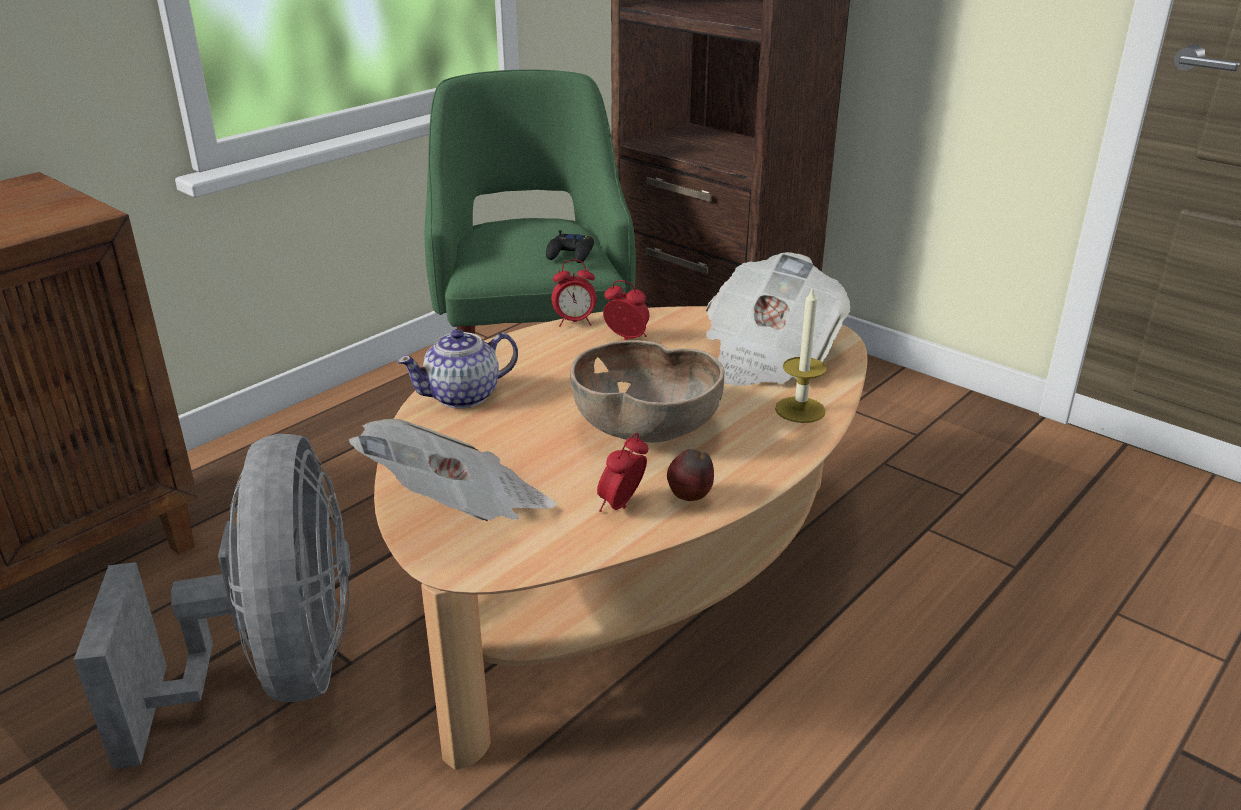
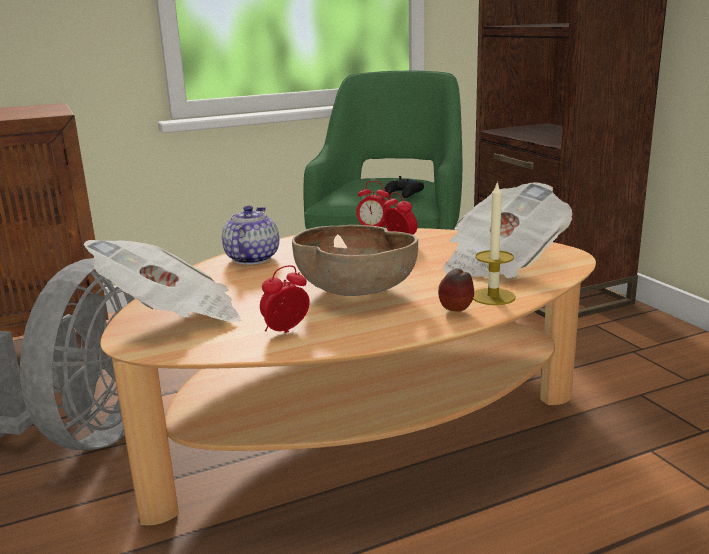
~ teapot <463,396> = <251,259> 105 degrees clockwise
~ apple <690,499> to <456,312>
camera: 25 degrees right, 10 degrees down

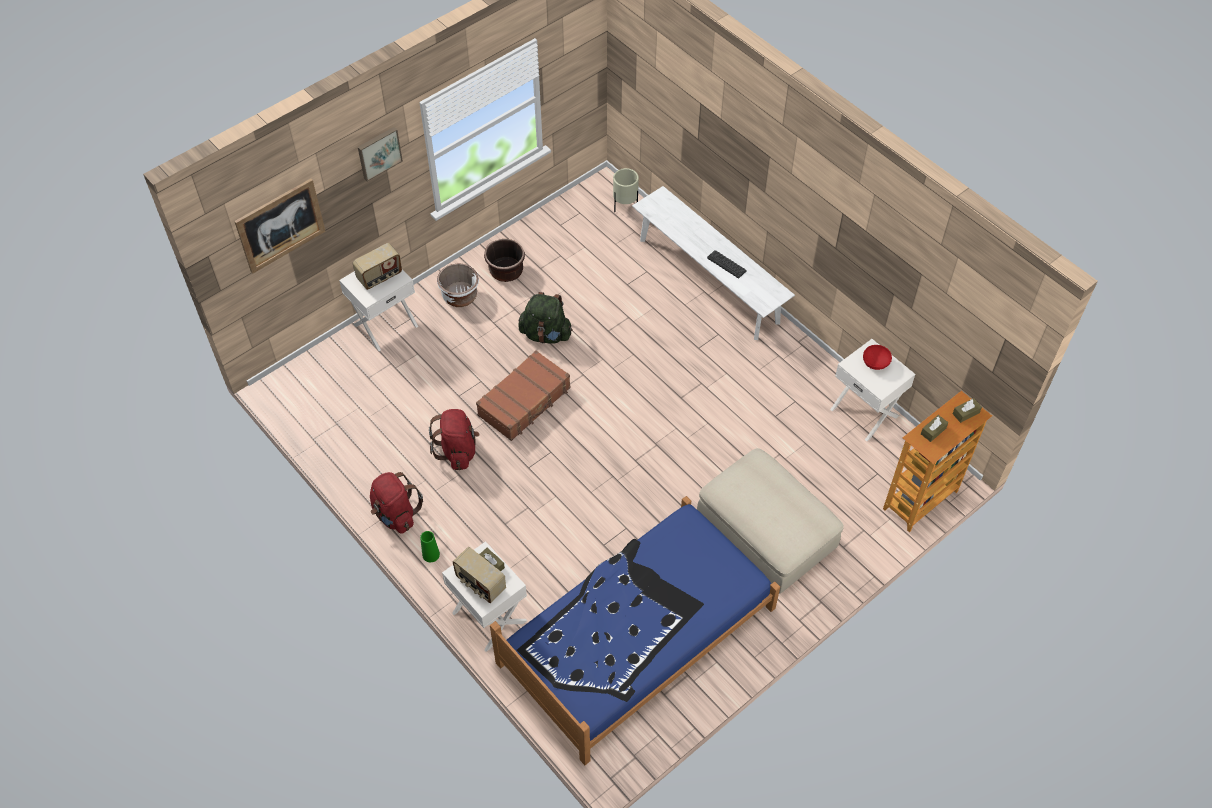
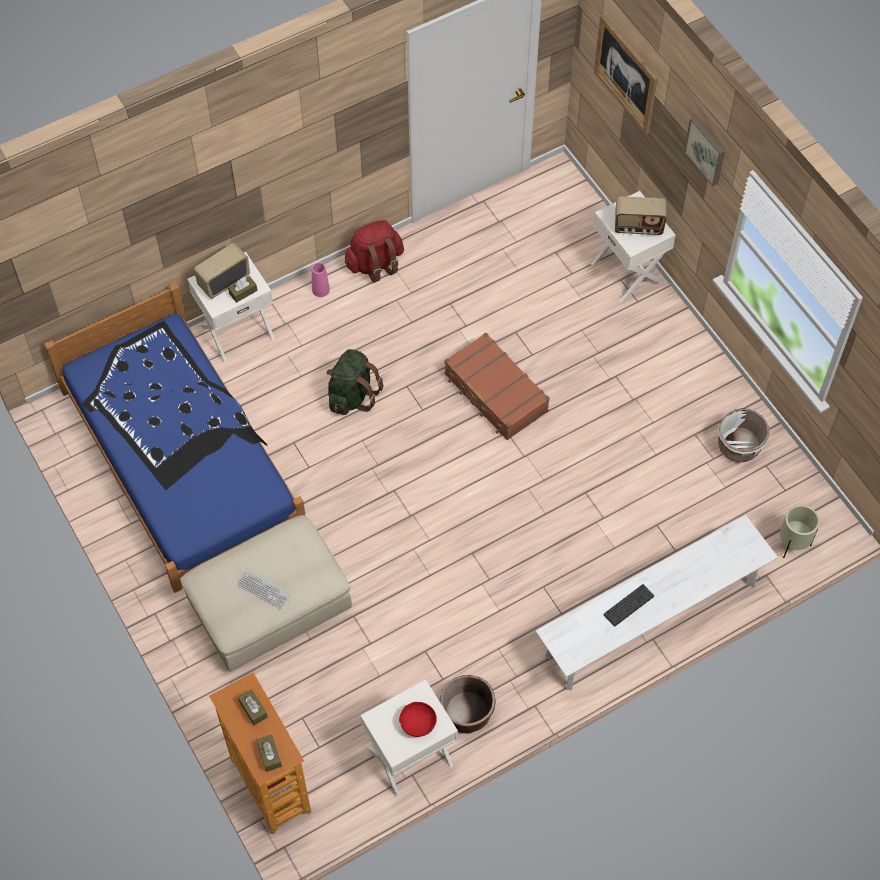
~ radio <380,277> = <638,227> 60 degrees counterclockwise
~ green vase <431,554> to pink vase <320,289>
- red backpack <458,450>
~ white planter <460,296> to <738,446>
~ brown planter <506,271> to <467,713>
~ green backpack <546,334> to <352,395>
+ keyboard <263,590>
camera: 100 degrees right, 5 degrees up

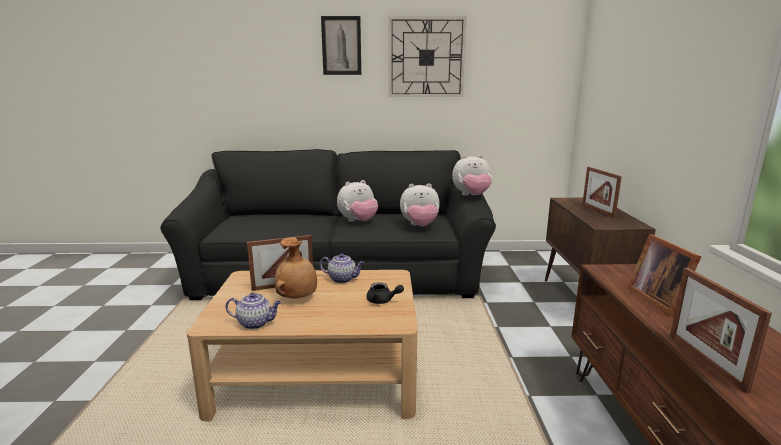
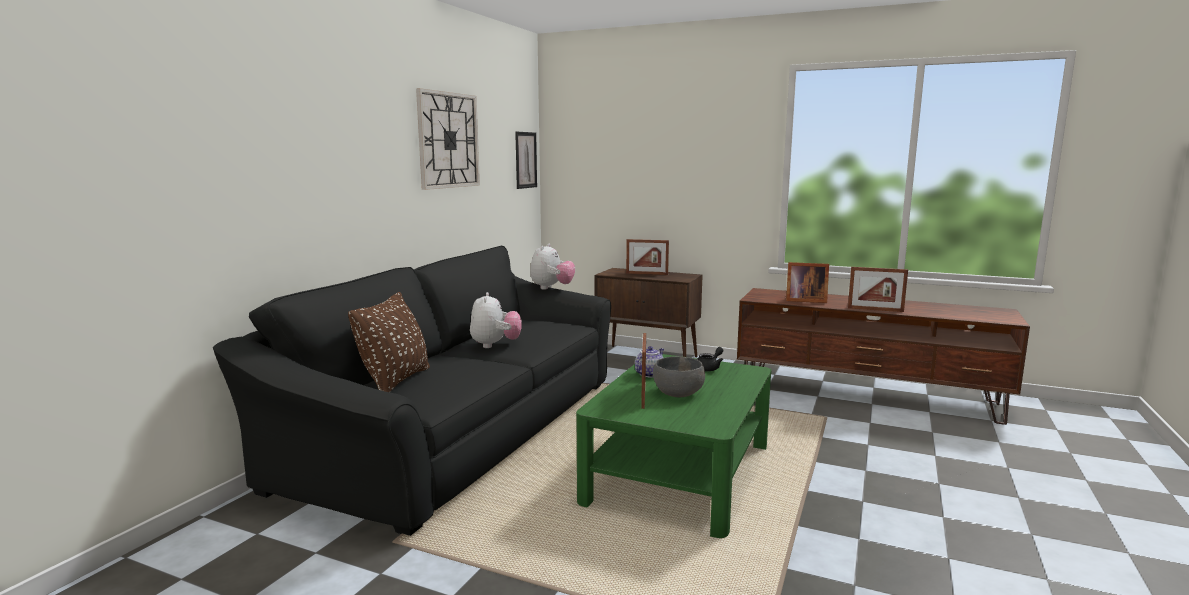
~ beige coffee table <317,374> to green coffee table <679,472>
- teapot <256,323>
~ brown vase <297,298> to grey bowl <678,393>
~ picture <341,46> to <525,160>
- plush toy <420,226>
+ brown pillow <395,381>
camera: 65 degrees left, 5 degrees down

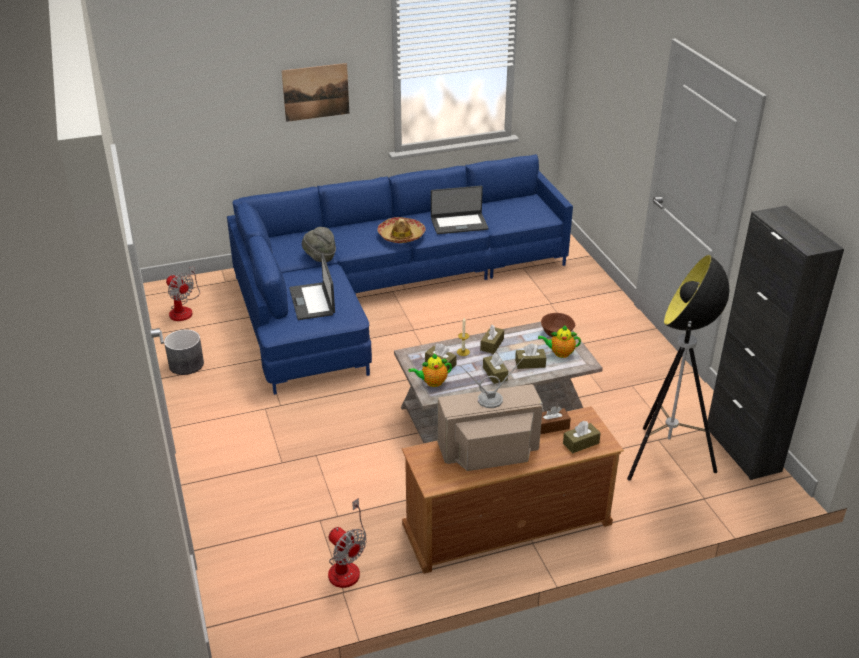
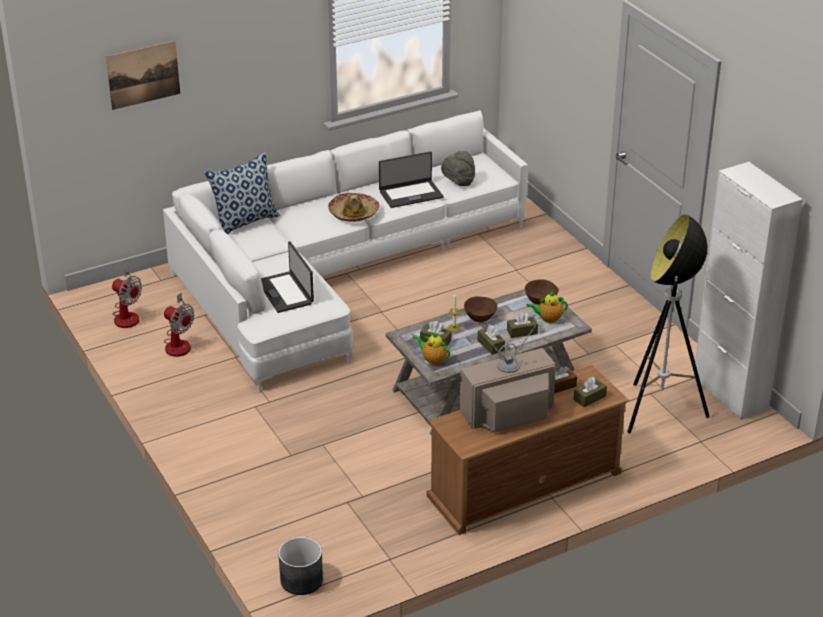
~ grey planter <186,365> to <301,580>
~ blue sofa <380,291> to white sofa <334,274>
~ picture <316,92> to <143,75>
~ grey hat <320,257> to <458,182>
~ fan <346,565> to <179,343>
~ teapot <432,382> = <433,360> 60 degrees clockwise
~ brown tissue box <492,344> to brown bowl <480,317>
~ black cabinet <743,449> to white cabinet <730,393>
+ pillow <245,221>
camera: 10 degrees left, 0 degrees up

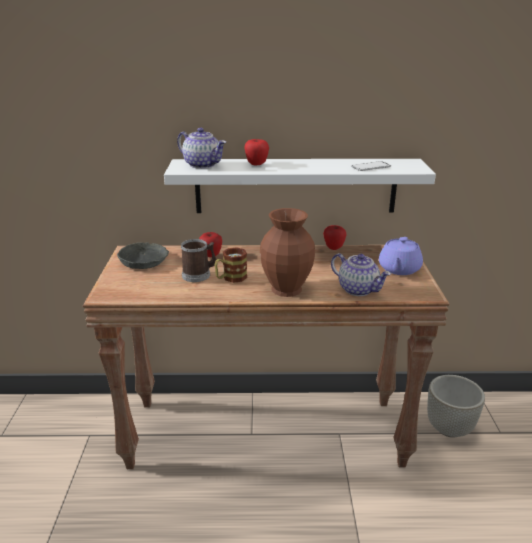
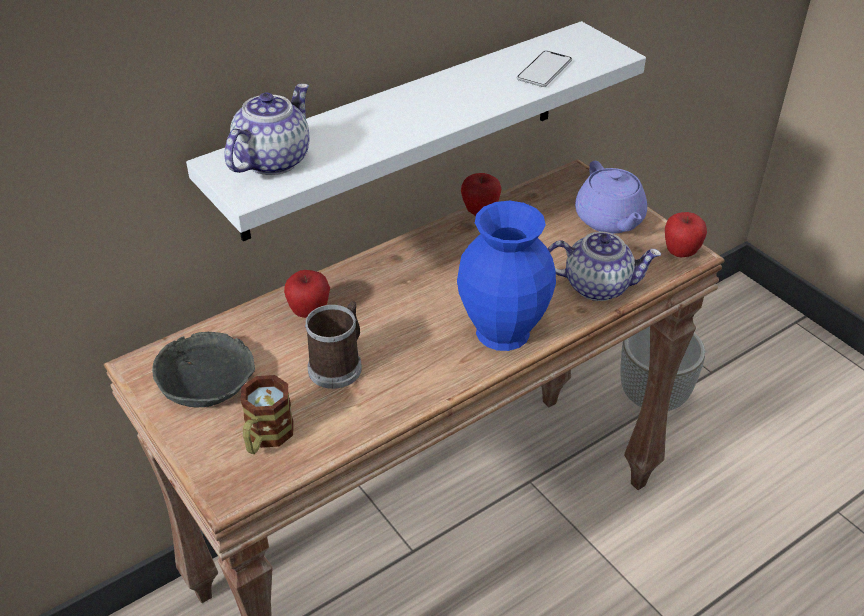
~ teapot <203,165> = <272,160> 60 degrees counterclockwise
~ mug <230,278> to <266,437>
~ apple <256,164> to <680,253>
~ brown vase <286,288> to blue vase <501,331>
camera: 35 degrees left, 15 degrees up

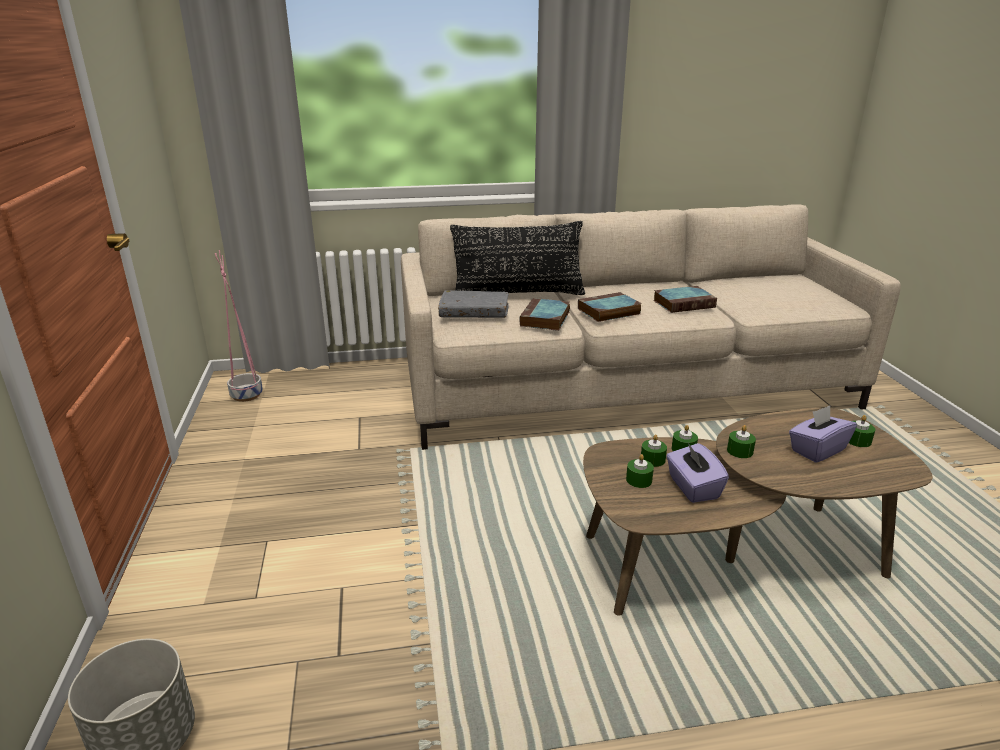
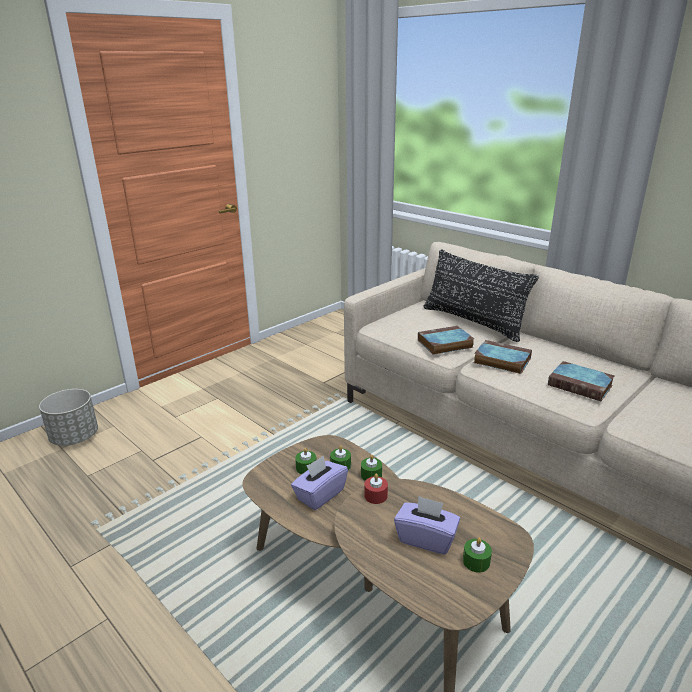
- pink planter <246,395>
- grey book <474,312>
~ green candle <740,451> to red candle <375,496>
camera: 55 degrees right, 0 degrees up

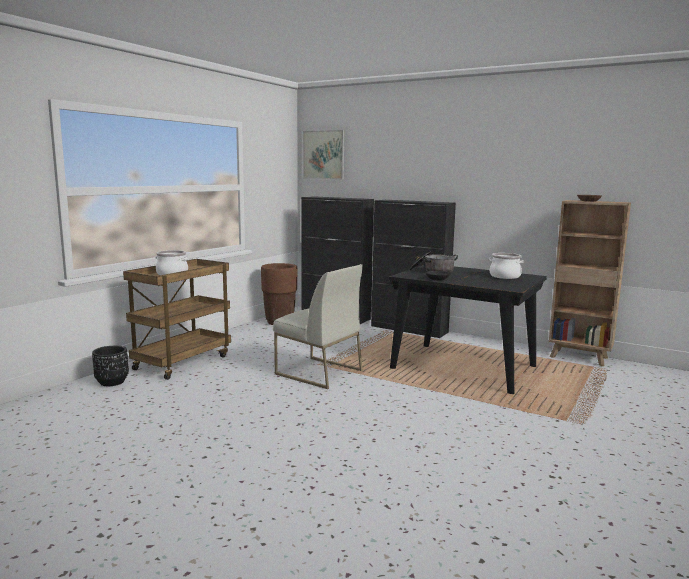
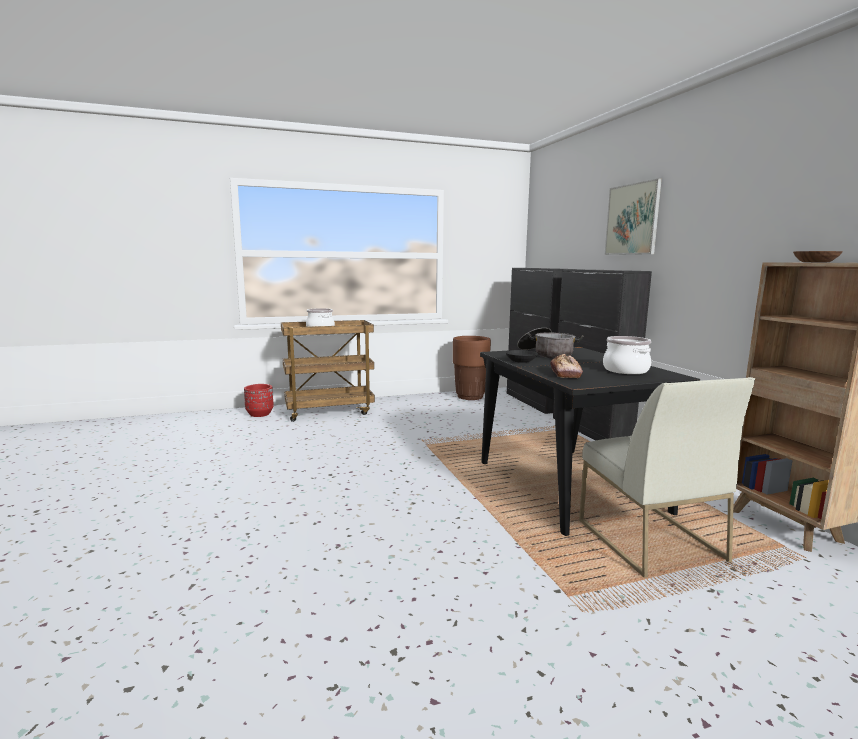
~ black planter <112,382> to red planter <259,414>
~ white chair <318,372> to <648,539>
~ picture <323,155> to <632,219>
+ bread <565,373>
camera: 40 degrees right, 0 degrees up

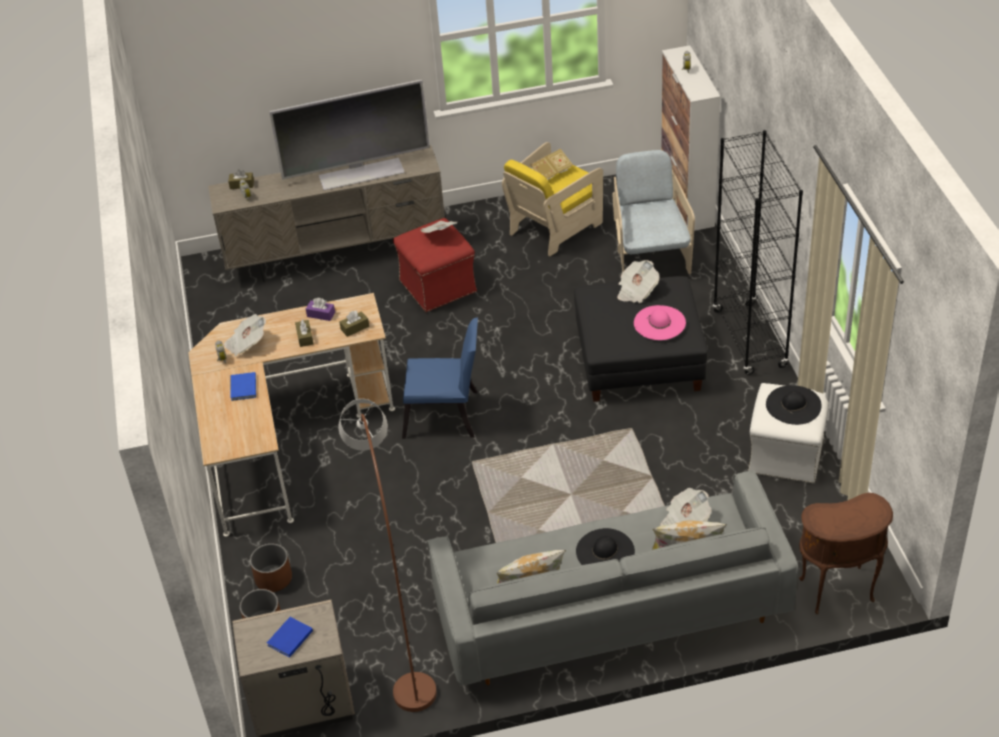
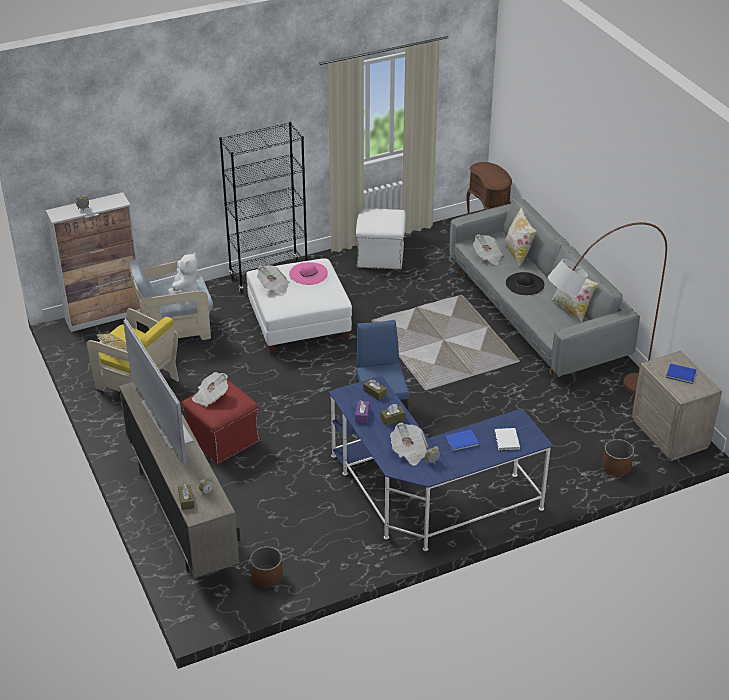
~ beige desk <284,437> to blue desk <427,498>
~ brown planter <274,578> to <267,577>
~ black ottoman <638,360> to white ottoman <300,323>
- black hat <793,405>
+ white plush toy <184,291>
+ white book <506,441>
camera: 105 degrees left, 5 degrees down

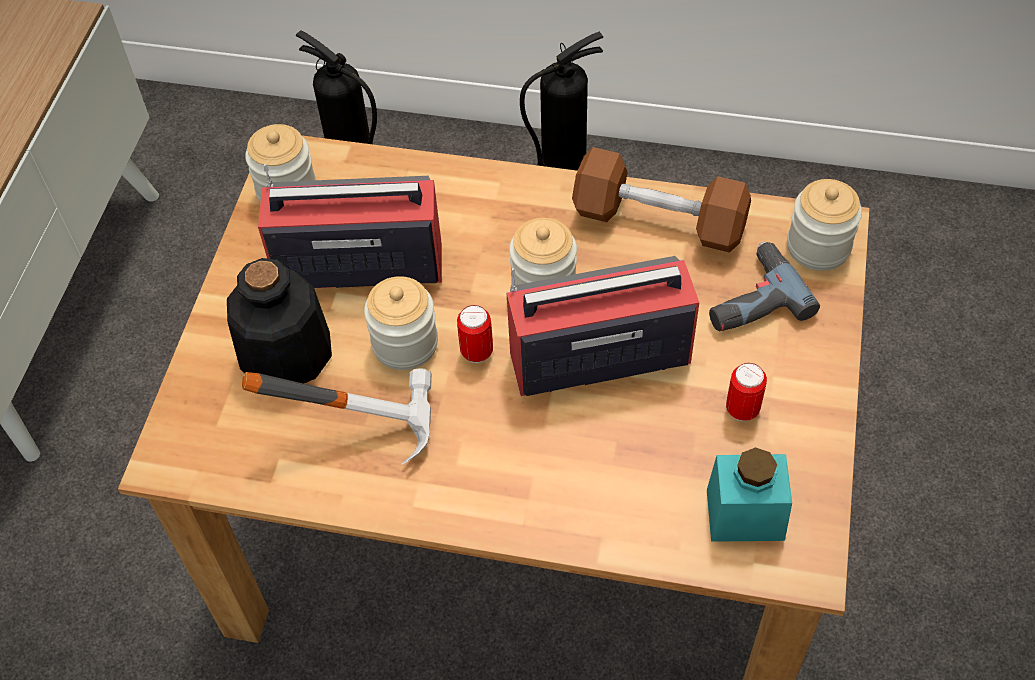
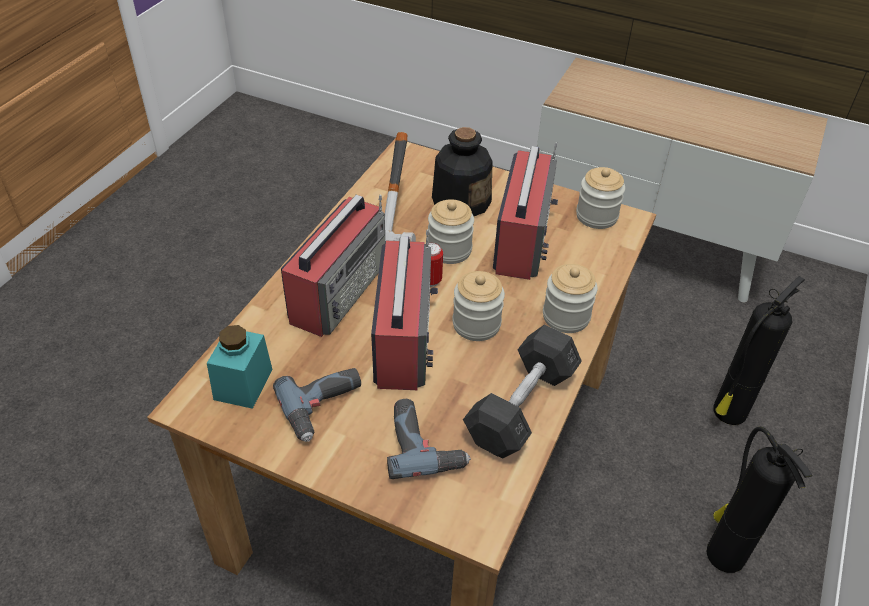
~ brown dumbbell <659,220> to grey dumbbell <521,406>
~ can <742,409> to power drill <325,407>
~ jar <818,247> to <566,316>
+ radio <340,290>
camera: 100 degrees right, 10 degrees down

